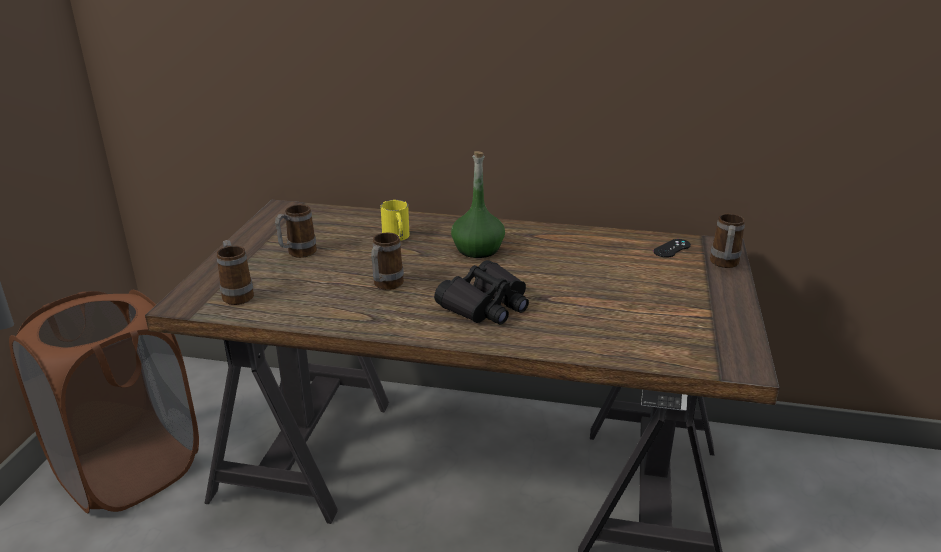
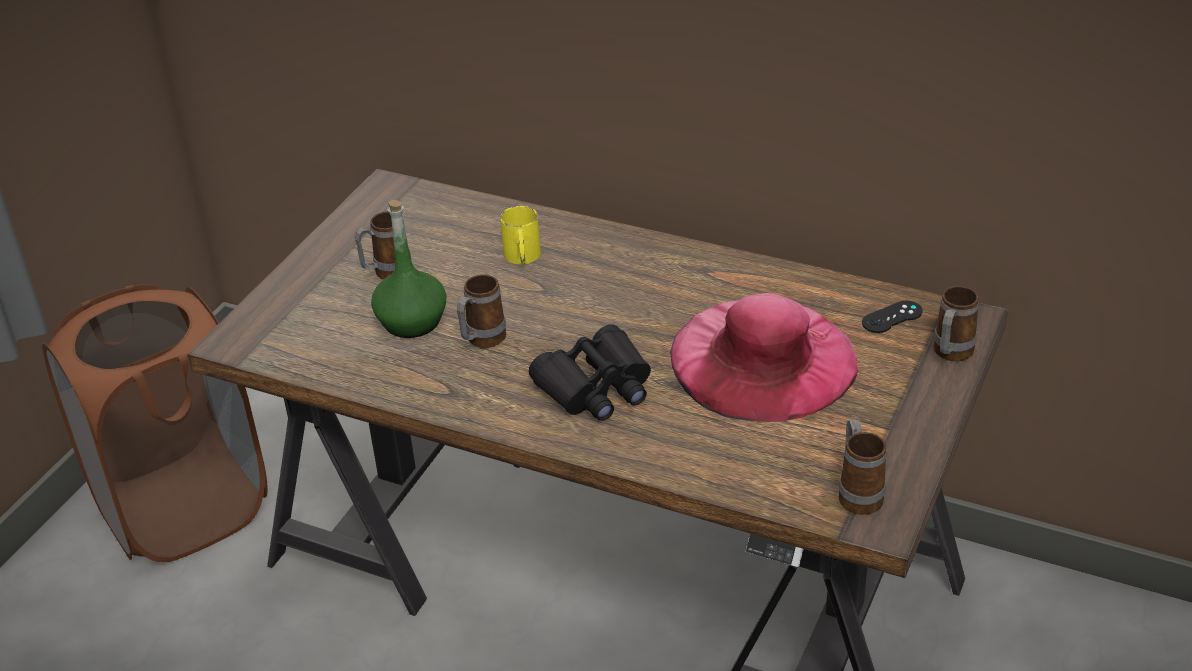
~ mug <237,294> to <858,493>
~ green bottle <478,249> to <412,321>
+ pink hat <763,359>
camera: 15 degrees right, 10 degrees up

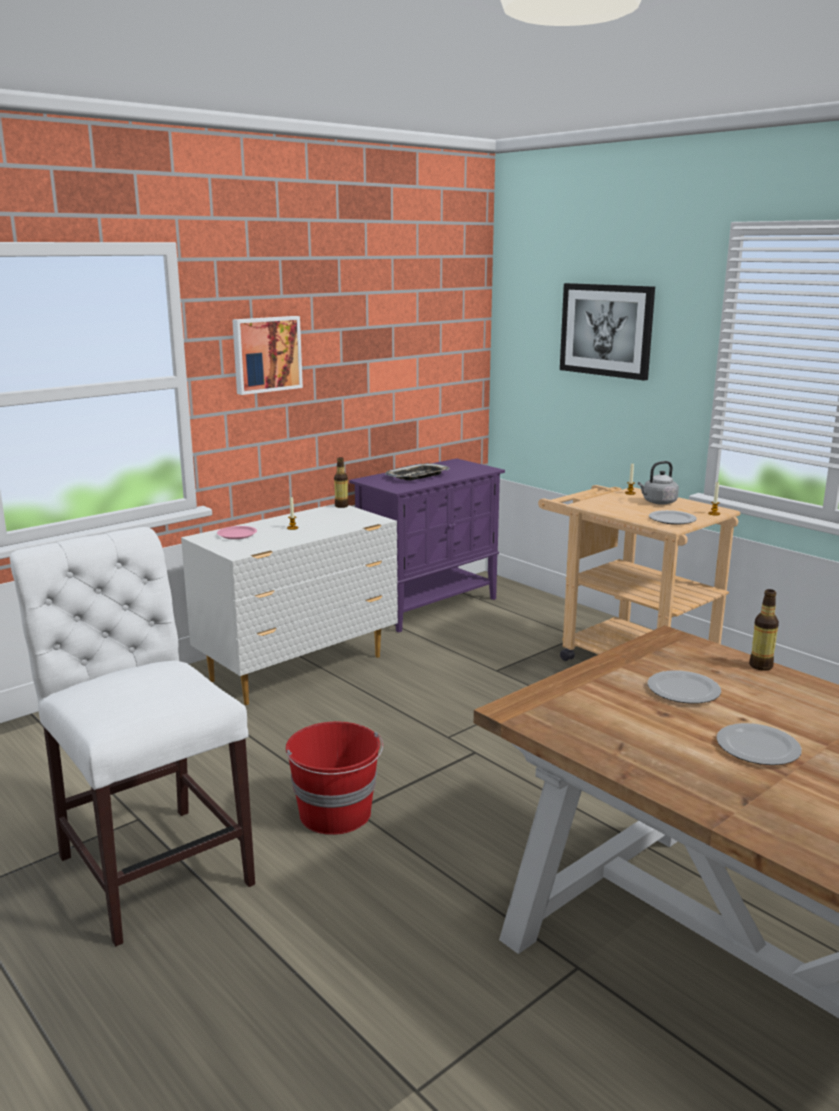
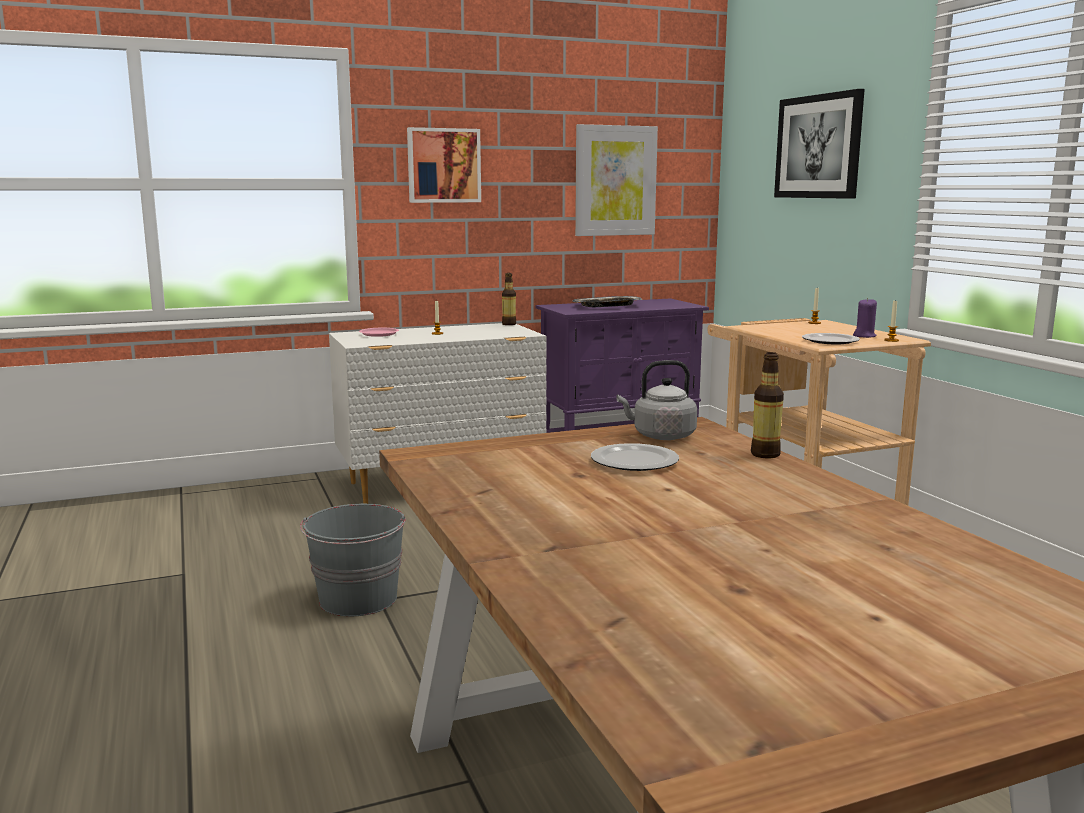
- white chair <151,863>
~ red bucket <336,814> to grey bucket <358,600>
~ grey kettle <658,502> to <660,436>
- plate <756,747>
+ picture <615,181>
+ purple candle <864,336>
camera: 20 degrees right, 5 degrees down

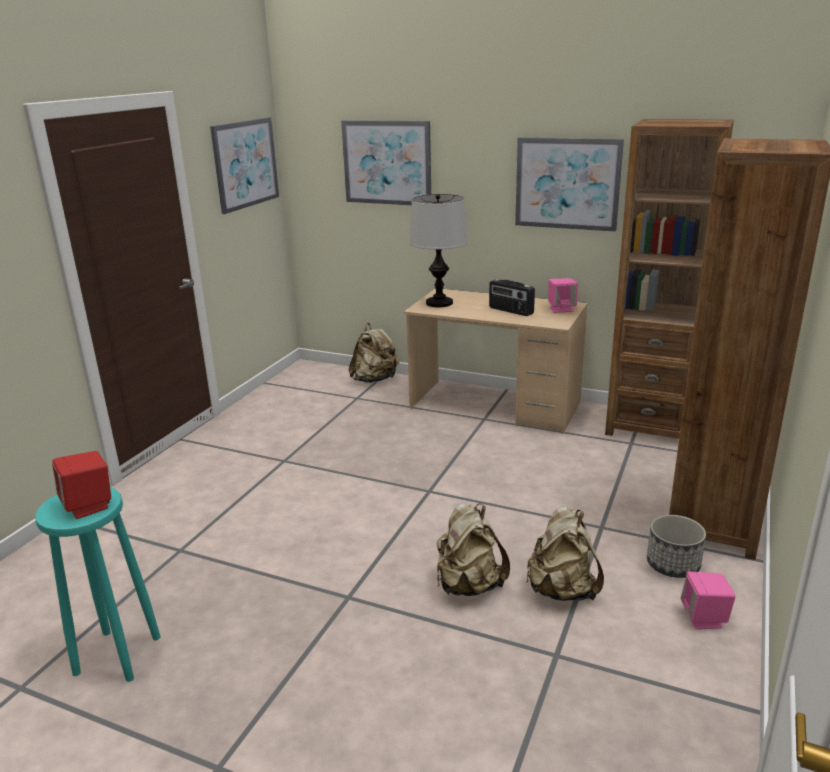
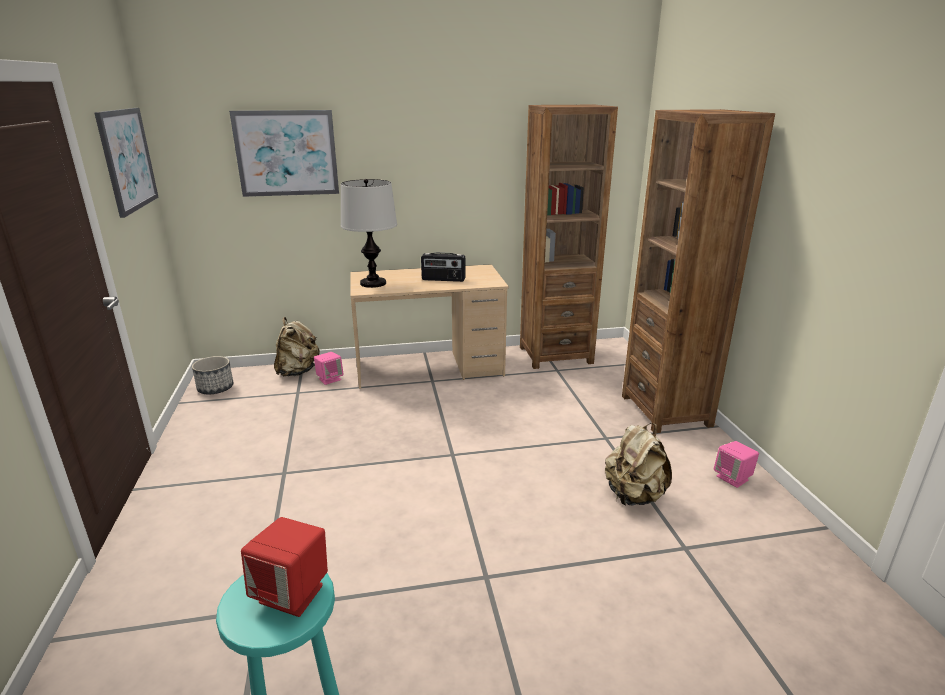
- beige backpack <468,585>
- picture <567,184>
~ pink speaker <561,309> to <330,379>
~ planter <672,564> to <215,388>
camera: 35 degrees left, 0 degrees up

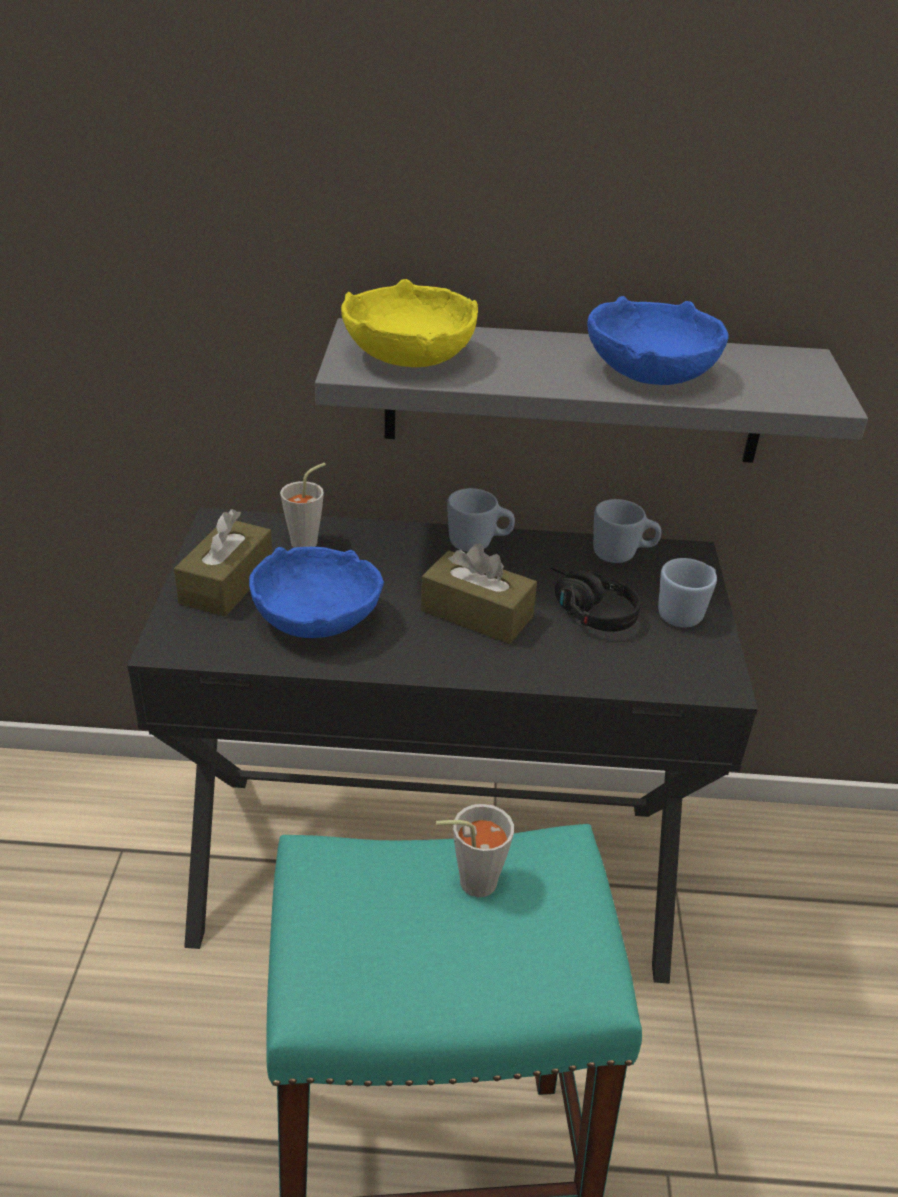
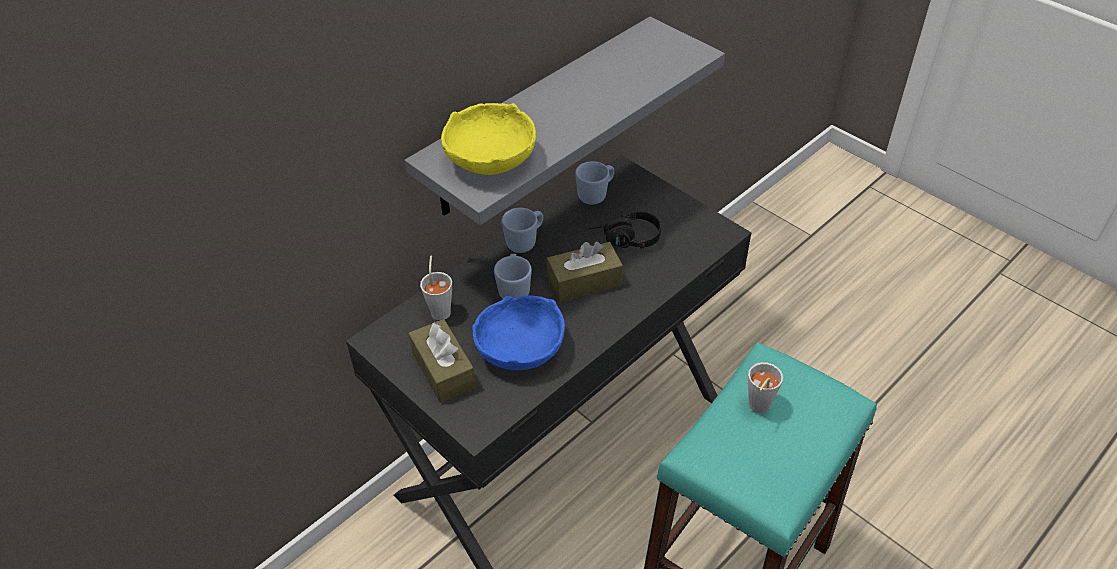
- blue bowl <651,373>
~ blue mug <685,613> to <514,289>
camera: 45 degrees left, 10 degrees up

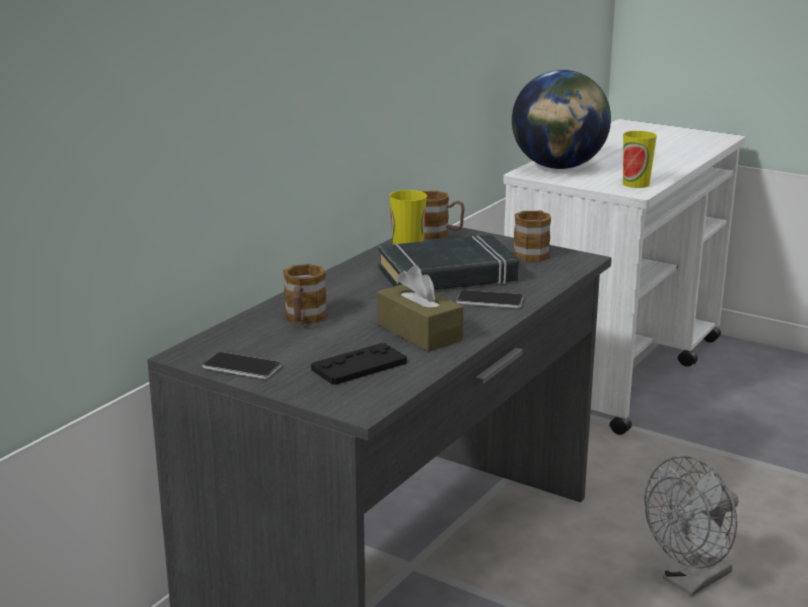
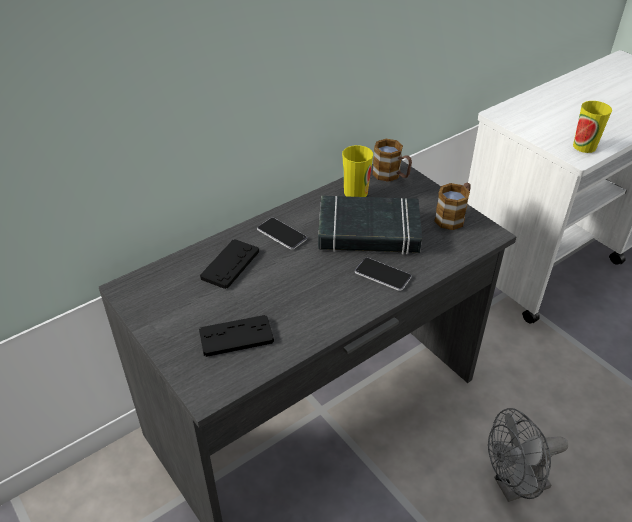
~ phone <242,367> to <281,234>
~ mug <303,319> to black game controller <230,264>
- brown tissue box <419,332>
- globe <558,167>
camera: 20 degrees right, 20 degrees up

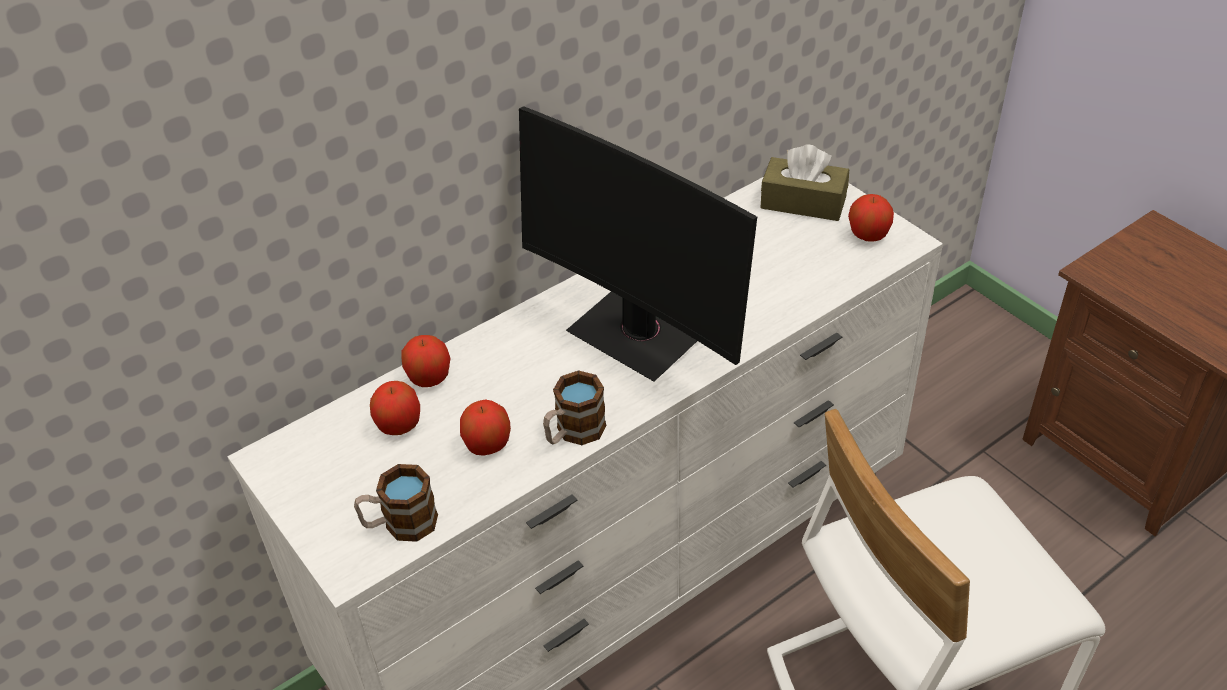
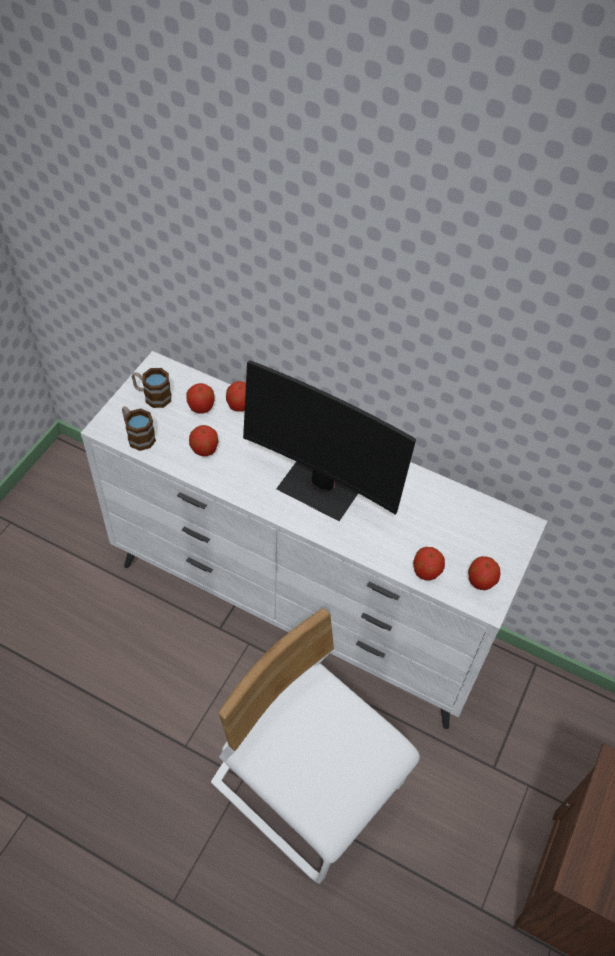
~ monitor <638,333> = <322,486> 75 degrees counterclockwise
~ mug <573,432> to <152,396>
- brown tissue box <803,202>
+ apple <426,571>
camera: 60 degrees right, 10 degrees up

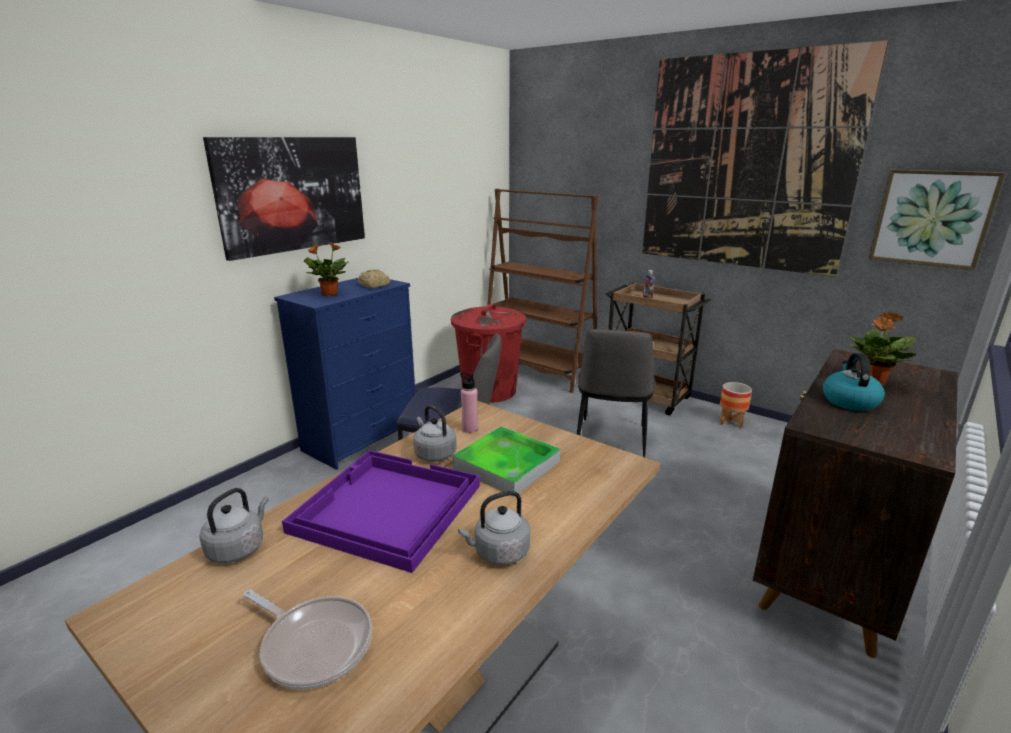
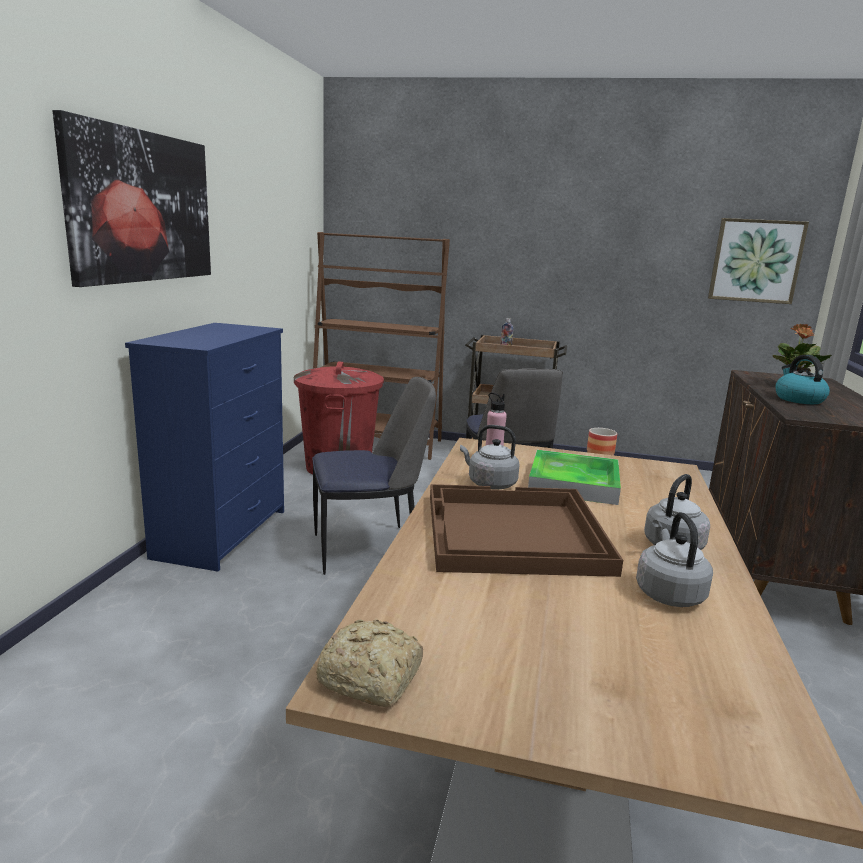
~ grey kettle <238,548> to <668,593>
- frying pan <314,644>
~ purple tray <385,508> to brown tray <512,533>
- potted plant <329,294>
~ bread <374,286> to <372,679>
- picture <745,164>
camera: 25 degrees left, 5 degrees down

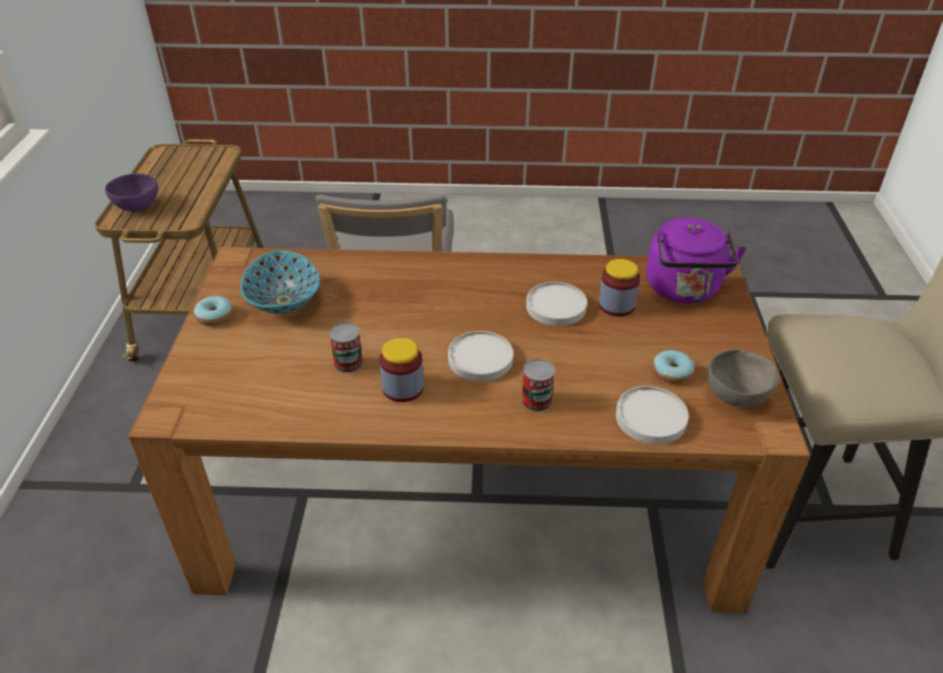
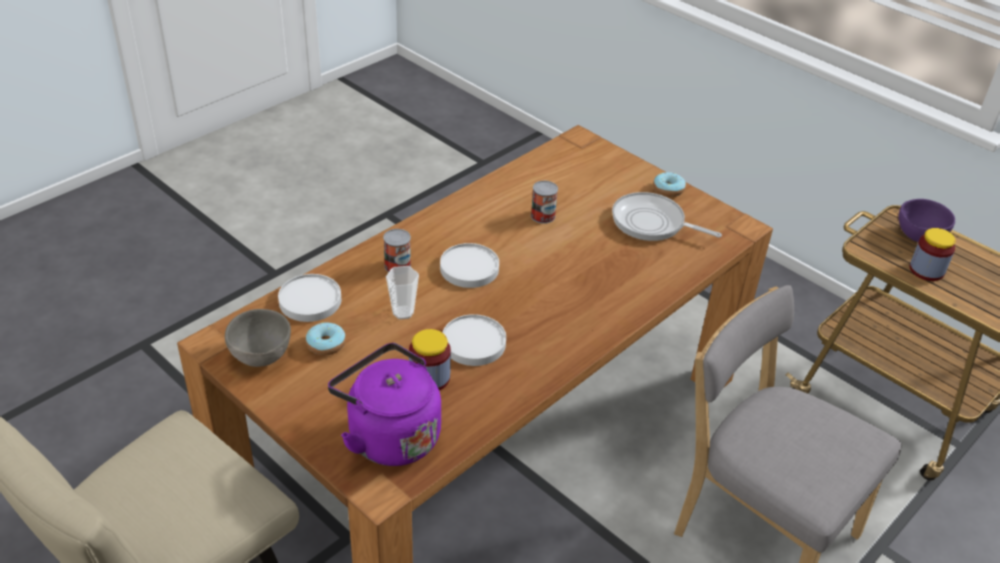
~ bowl <285,301> to frying pan <652,223>
~ jar <403,388> to <926,270>
+ cup <403,312>
camera: 130 degrees right, 0 degrees up

